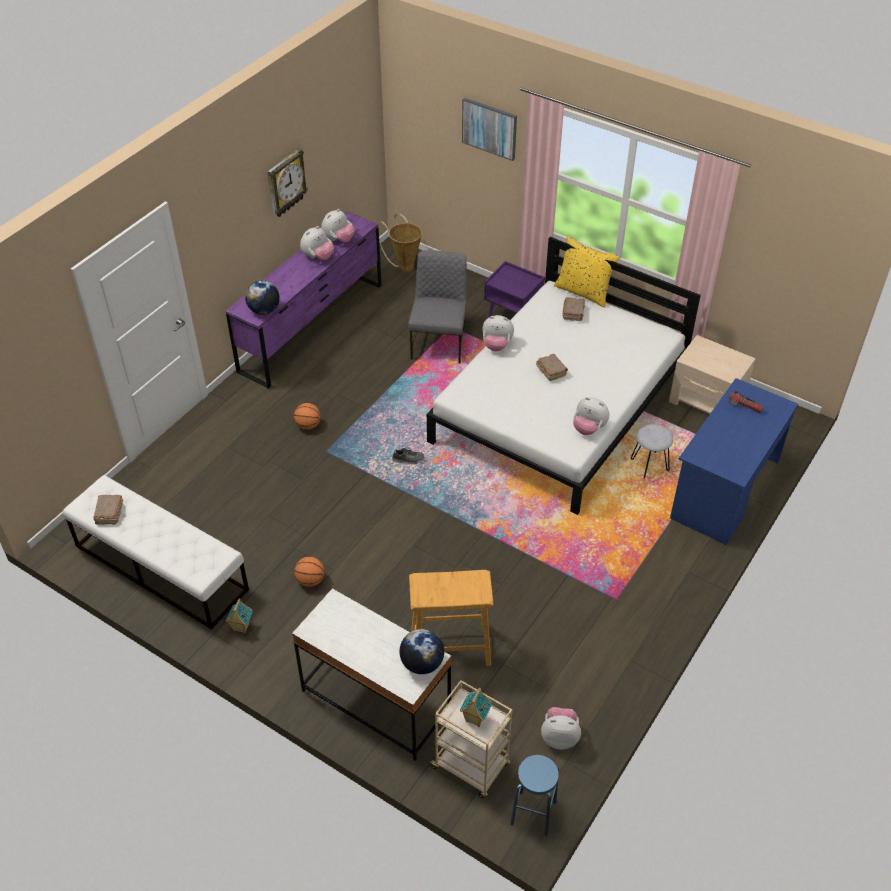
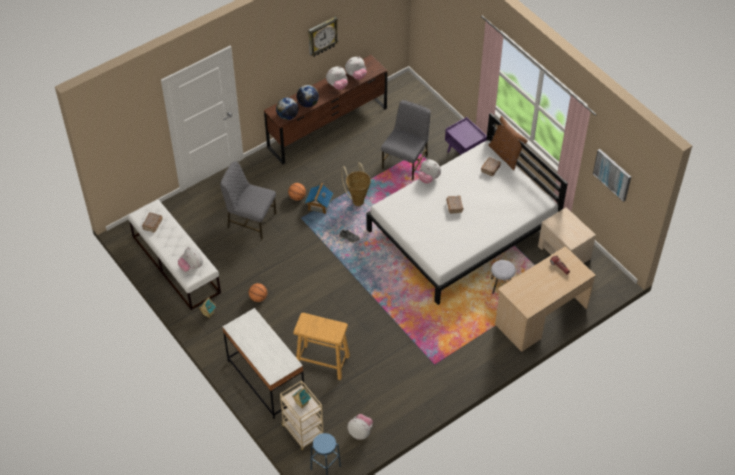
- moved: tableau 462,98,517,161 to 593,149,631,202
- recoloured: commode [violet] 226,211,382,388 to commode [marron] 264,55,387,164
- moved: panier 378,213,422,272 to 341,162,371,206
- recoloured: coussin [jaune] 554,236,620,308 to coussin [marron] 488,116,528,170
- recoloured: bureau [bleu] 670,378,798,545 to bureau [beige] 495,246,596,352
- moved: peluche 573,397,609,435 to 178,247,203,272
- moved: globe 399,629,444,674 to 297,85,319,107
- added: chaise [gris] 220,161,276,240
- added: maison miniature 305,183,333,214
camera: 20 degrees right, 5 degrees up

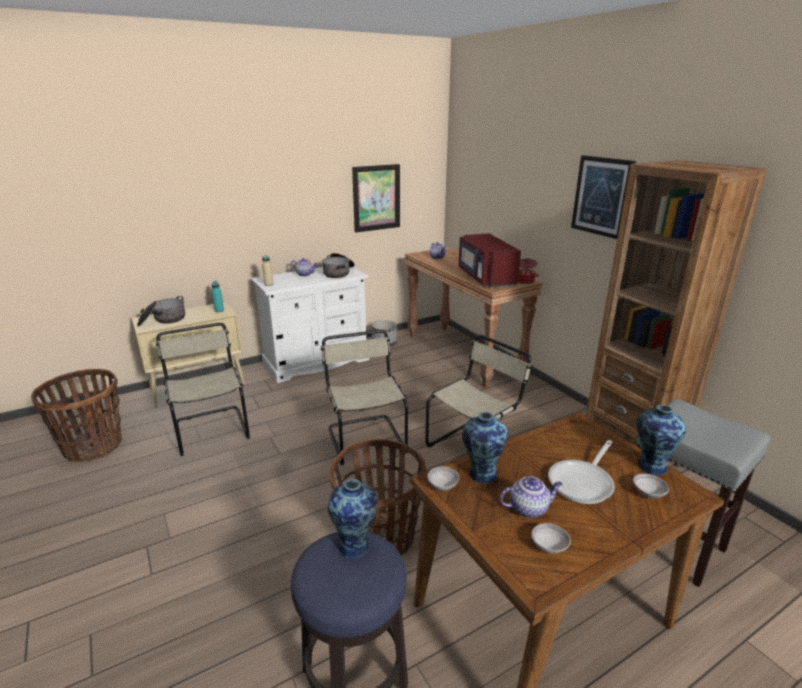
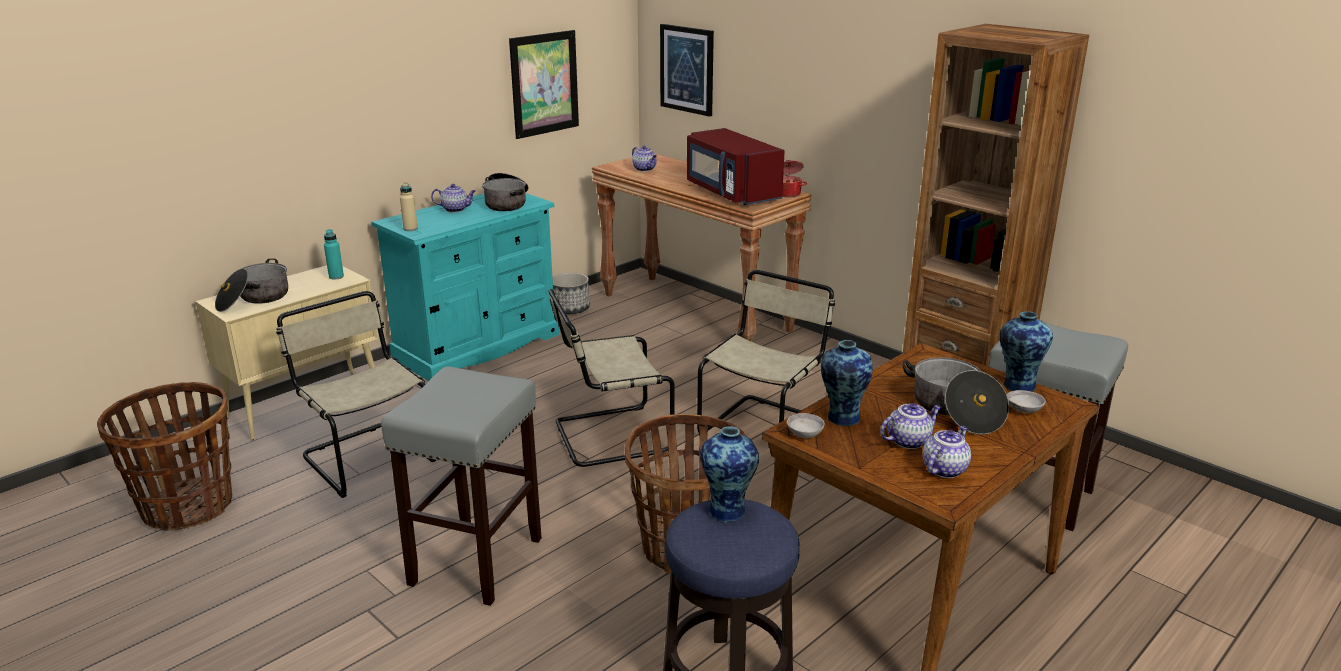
- moved: tableau 571,155,636,239 to 660,24,714,117
- recoloured: commode [blanc] 251,267,369,383 to commode [turquoise] 371,193,559,381
- turned: chaise [beige] 321,330,408,465 = 548,289,675,467 75 degrees counterclockwise
- replaced: poêle 548,440,615,504 to marmite 902,357,1009,435
- replaced: bol [gris] 531,523,571,554 to théière 923,426,971,478
- added: tabouret [gris] 381,366,542,606
camera: 15 degrees left, 0 degrees up

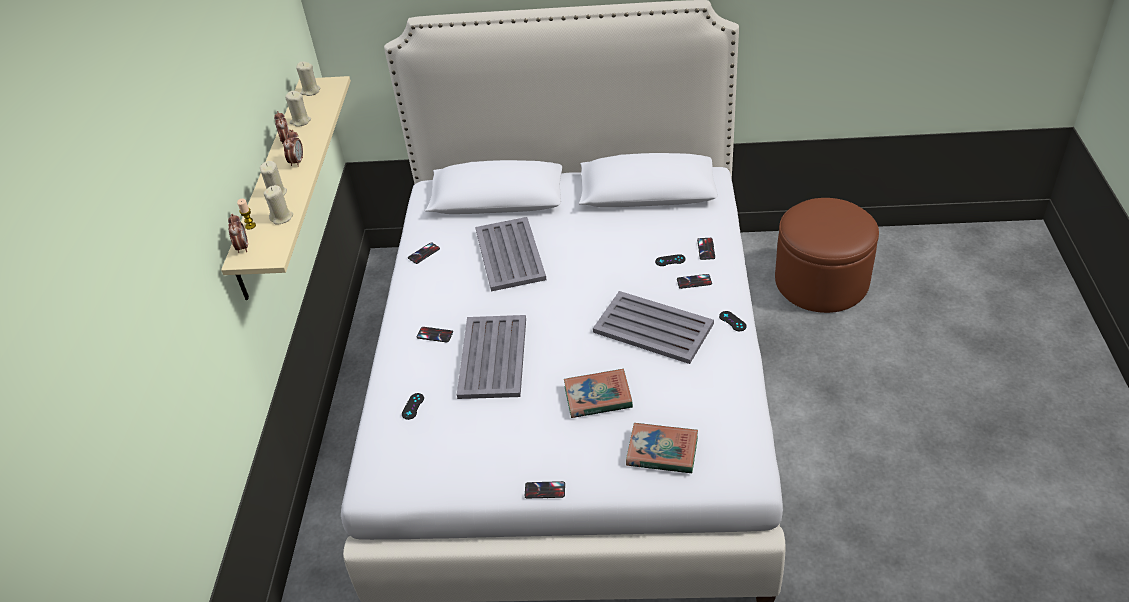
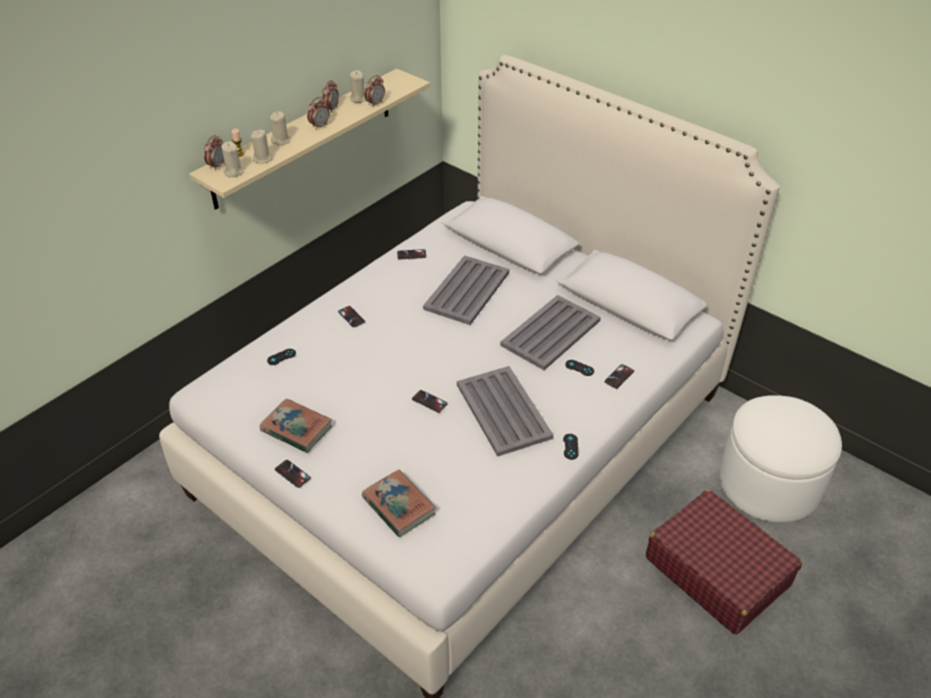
- moved: bougie [beige] 296,62,320,96 to 221,141,244,177
- recoloured: pouf [marron] 775,198,879,313 to pouf [blanc] 720,395,842,522
- moved: téléphone 677,274,712,289 to 412,390,448,413
- moved: plateau [gris] 457,315,526,399 to 500,295,601,370
- moved: livre 564,369,633,418 to 260,398,332,453
- added: réveil 365,75,385,106
- added: valise [rouge] 646,490,802,635
camera: 35 degrees right, 0 degrees up

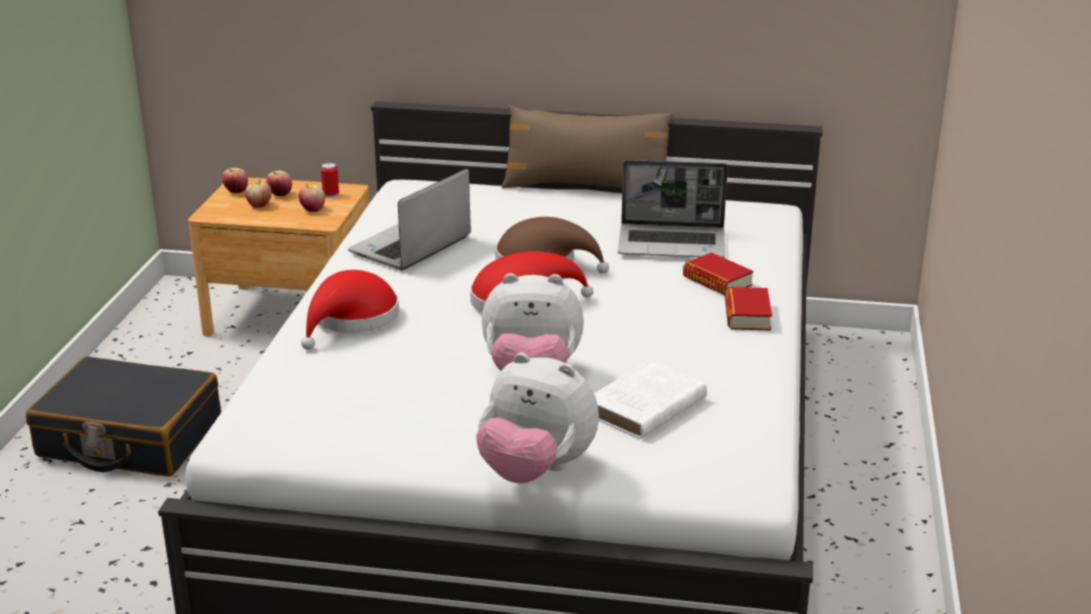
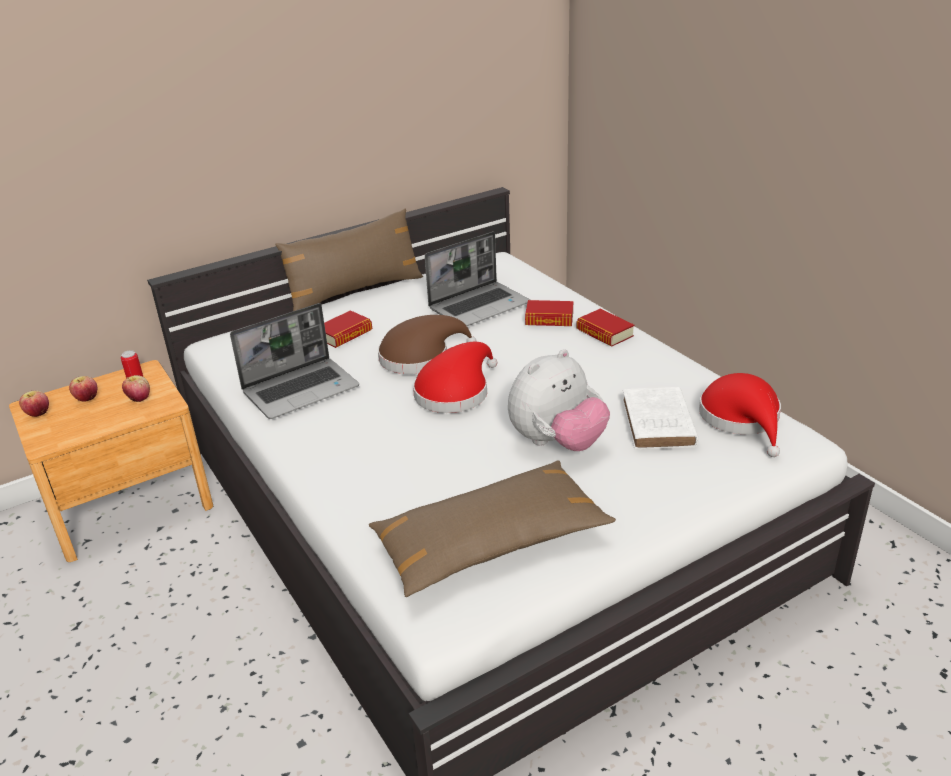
- turned: ordinateur portable 348,169,471,270 = 230,303,359,419 120 degrees counterclockwise
- removed: pomme 245,179,272,208
- moved: chapeau [rouge] 301,270,399,350 to 699,373,781,457
- removed: peluche 476,353,599,484
- removed: valise [noir] 26,356,221,477
- added: livre 324,310,372,348
- added: coussin [marron] 369,460,616,597
camera: 40 degrees left, 5 degrees up

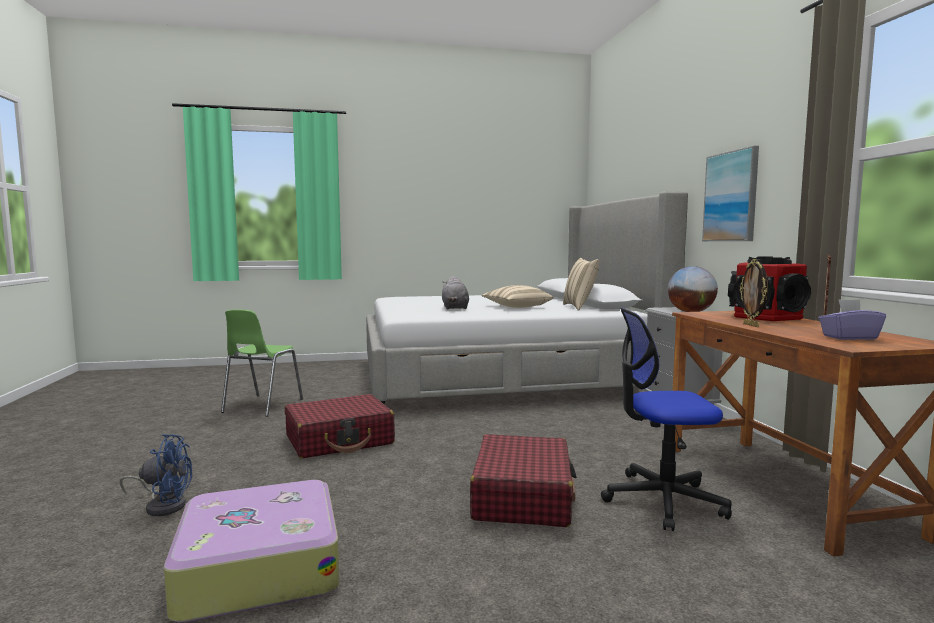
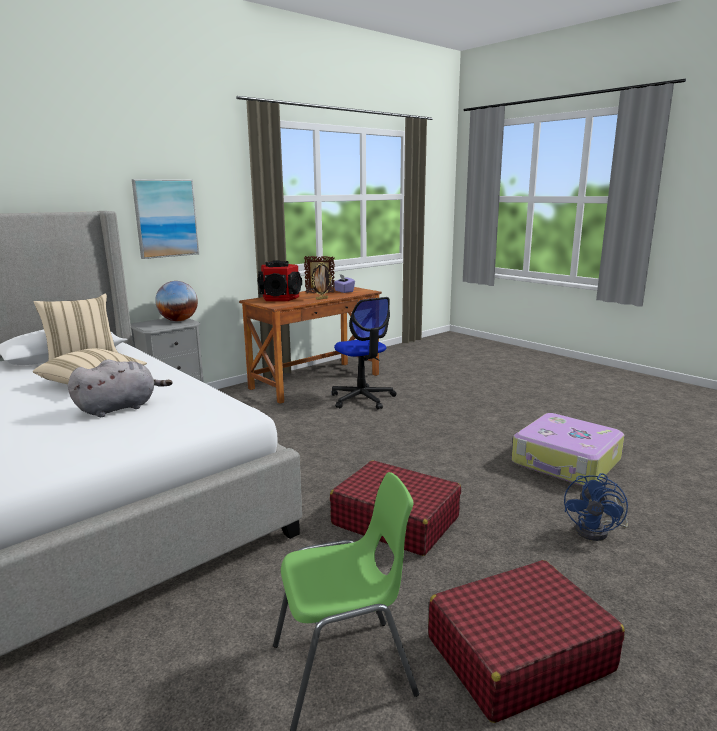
- turned: ventilateur [bleu] 120,434,192,516 = 564,473,628,541 120 degrees counterclockwise
- moved: valise [rouge] 470,434,577,527 to 428,560,625,723
camera: 120 degrees left, 10 degrees up

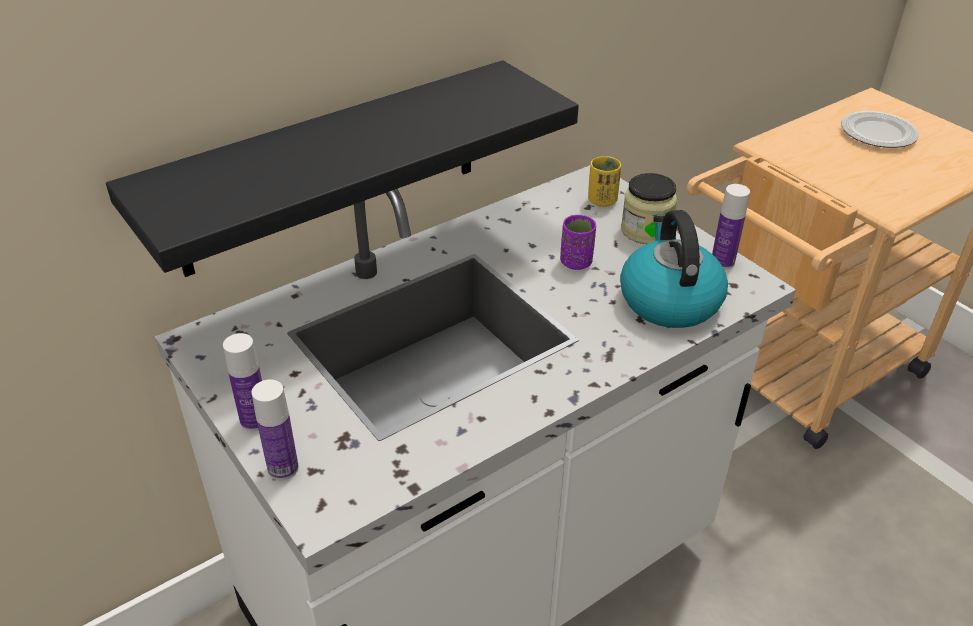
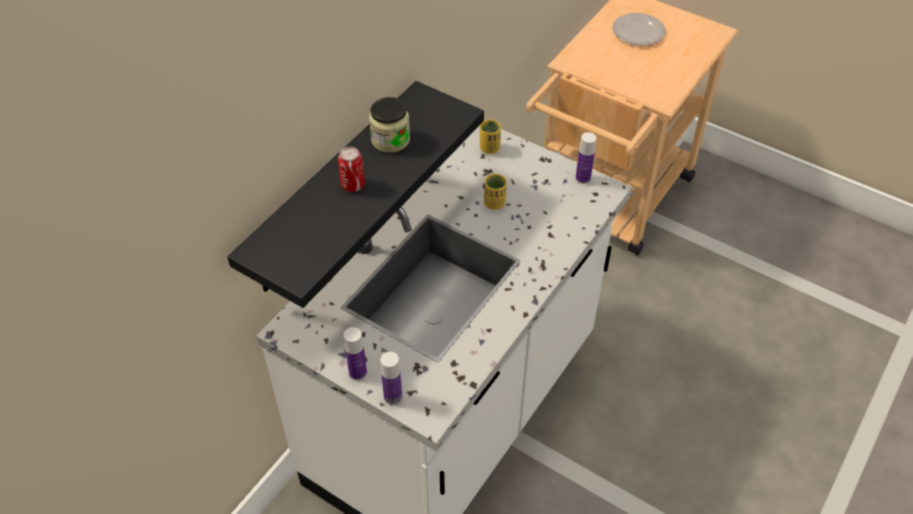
- moved: bocal 621,173,677,244 to 369,97,410,153
- removed: bouilloire 620,210,728,328
- recoloured: tasse [violet] 560,215,596,270 to tasse [jaune] 484,174,507,210
- added: boîte métallique 338,147,365,192
camera: 20 degrees left, 10 degrees up

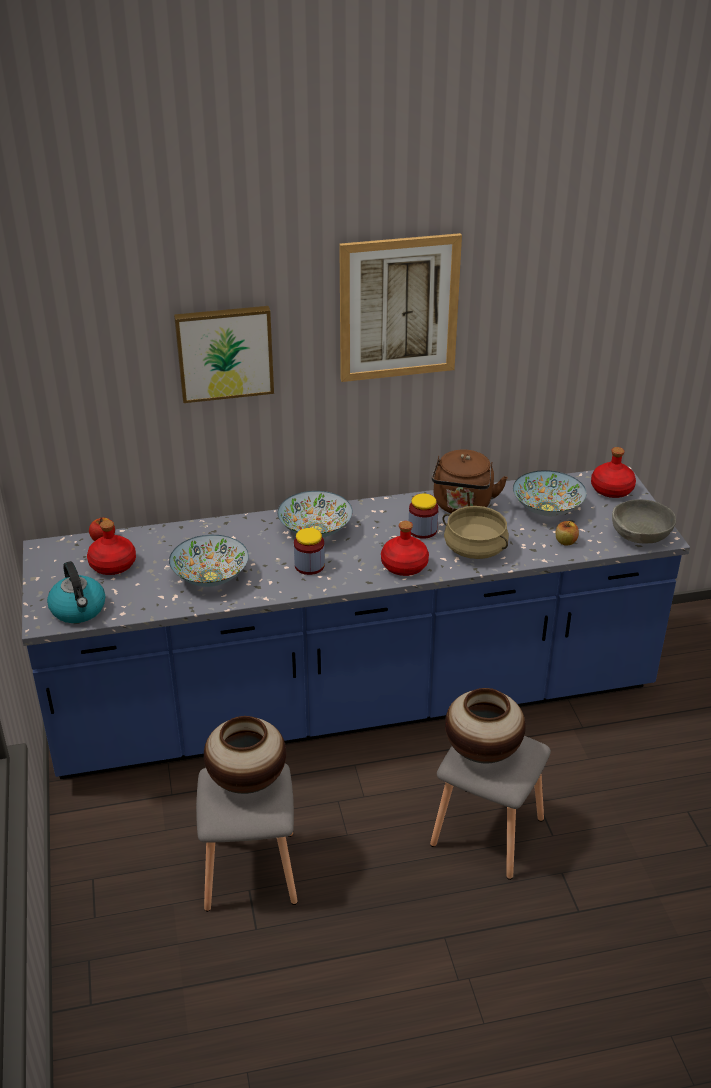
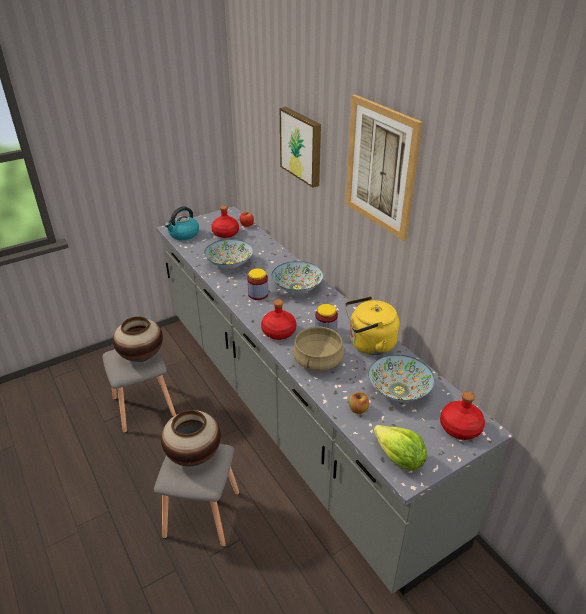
- recoloured: bouilloire [marron] 432,449,508,513 to bouilloire [jaune] 345,296,400,355
- recoloured: comptoir de cuisine [bleu] 22,466,690,779 to comptoir de cuisine [gris] 156,206,513,595
- replaced: bol [gris] 612,499,676,543 to laitue 373,425,427,470
camera: 70 degrees right, 0 degrees up

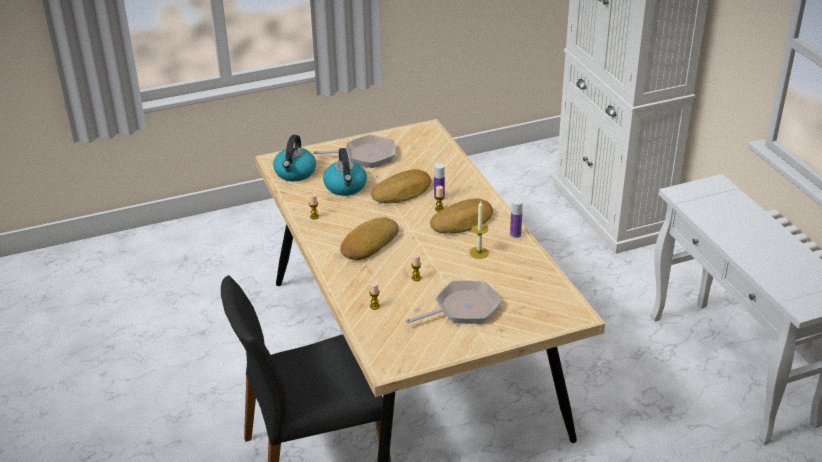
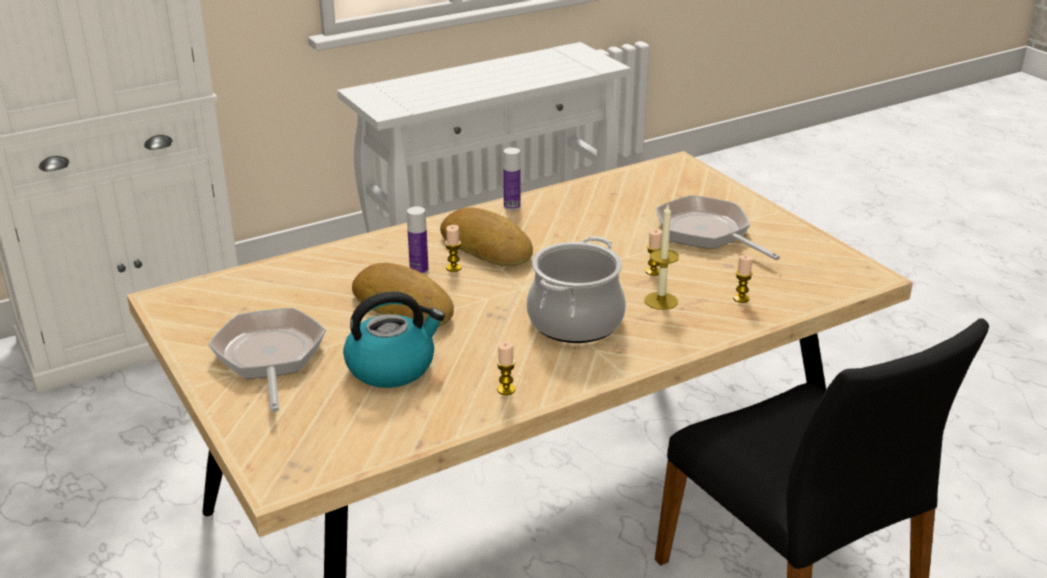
- removed: bouilloire 273,135,316,181
- moved: bougie 469,201,489,259 to 645,205,679,310
- replaced: pain 340,217,399,260 to marmite 527,236,626,343
camera: 100 degrees left, 5 degrees down

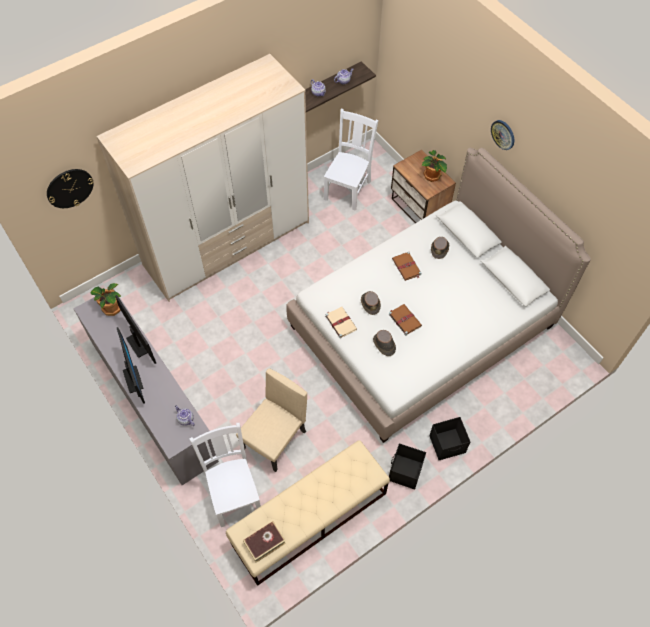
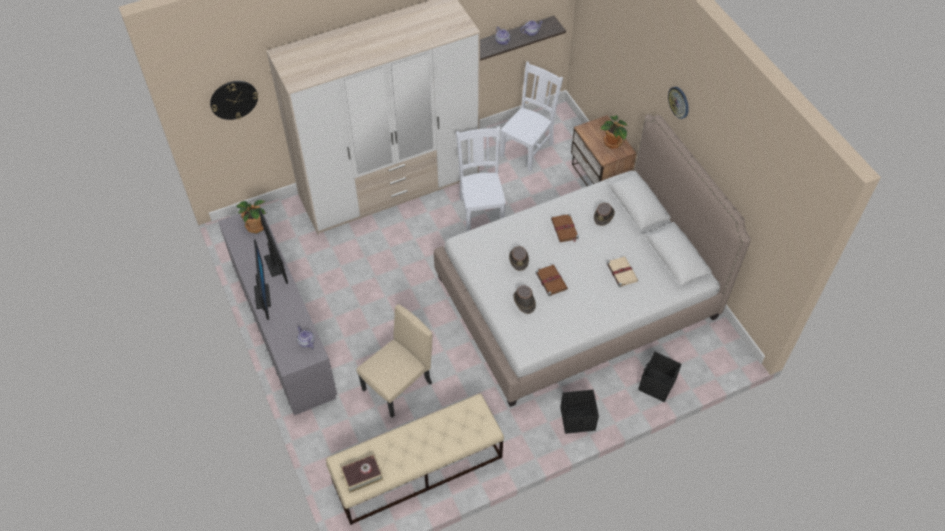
- moved: livre [beige] 325,307,357,338 to 607,256,639,287
- moved: chaise [blanc] 189,423,261,527 to 456,126,506,232
- moved: boîte de rangement [noir] 389,443,426,490 to 638,352,681,402
camera: 10 degrees right, 5 degrees down

